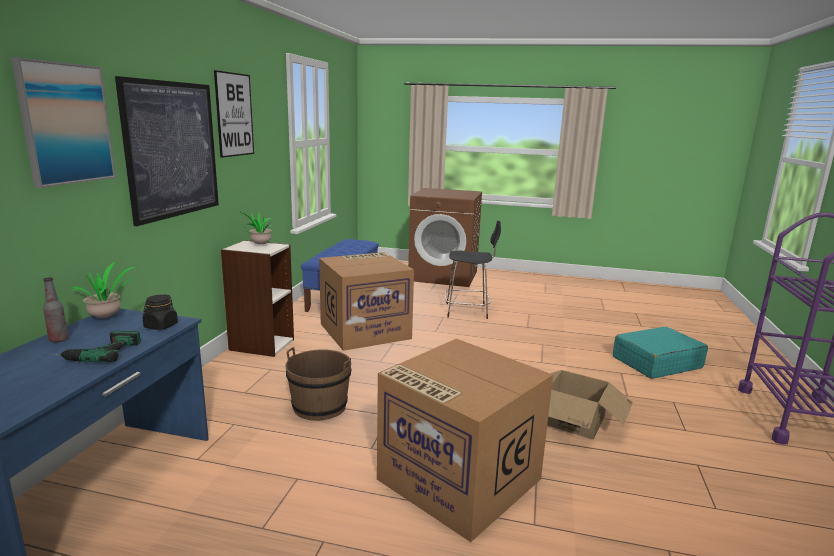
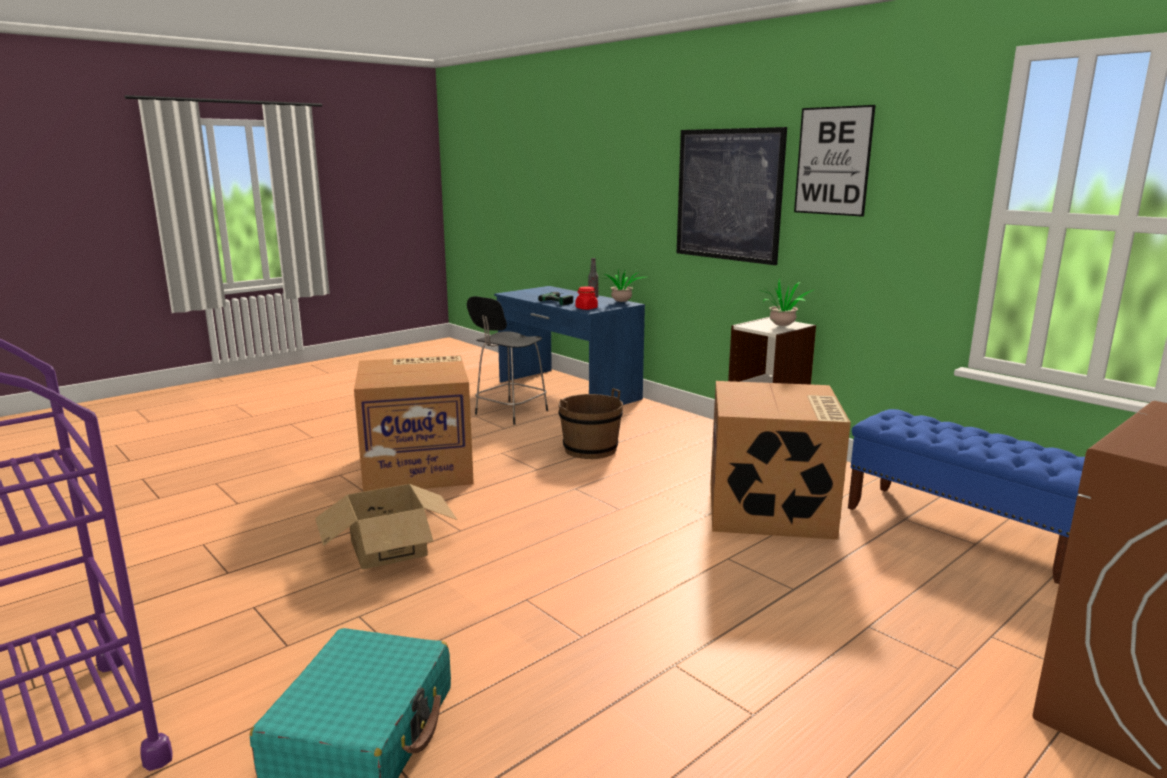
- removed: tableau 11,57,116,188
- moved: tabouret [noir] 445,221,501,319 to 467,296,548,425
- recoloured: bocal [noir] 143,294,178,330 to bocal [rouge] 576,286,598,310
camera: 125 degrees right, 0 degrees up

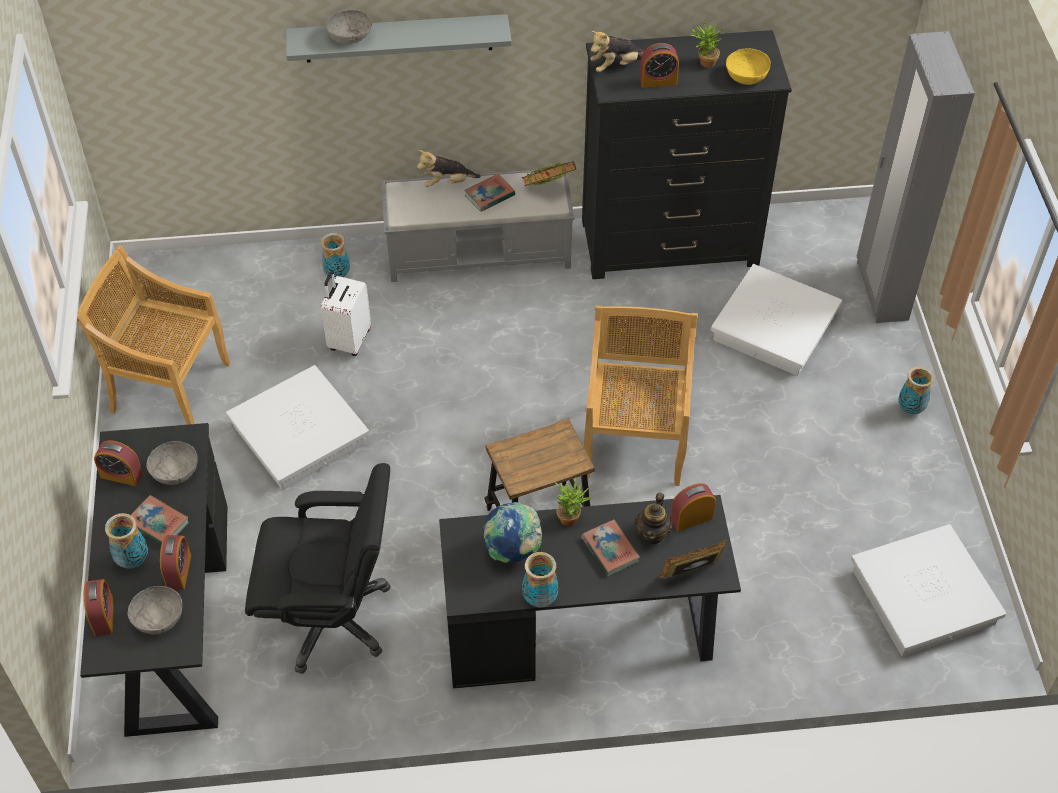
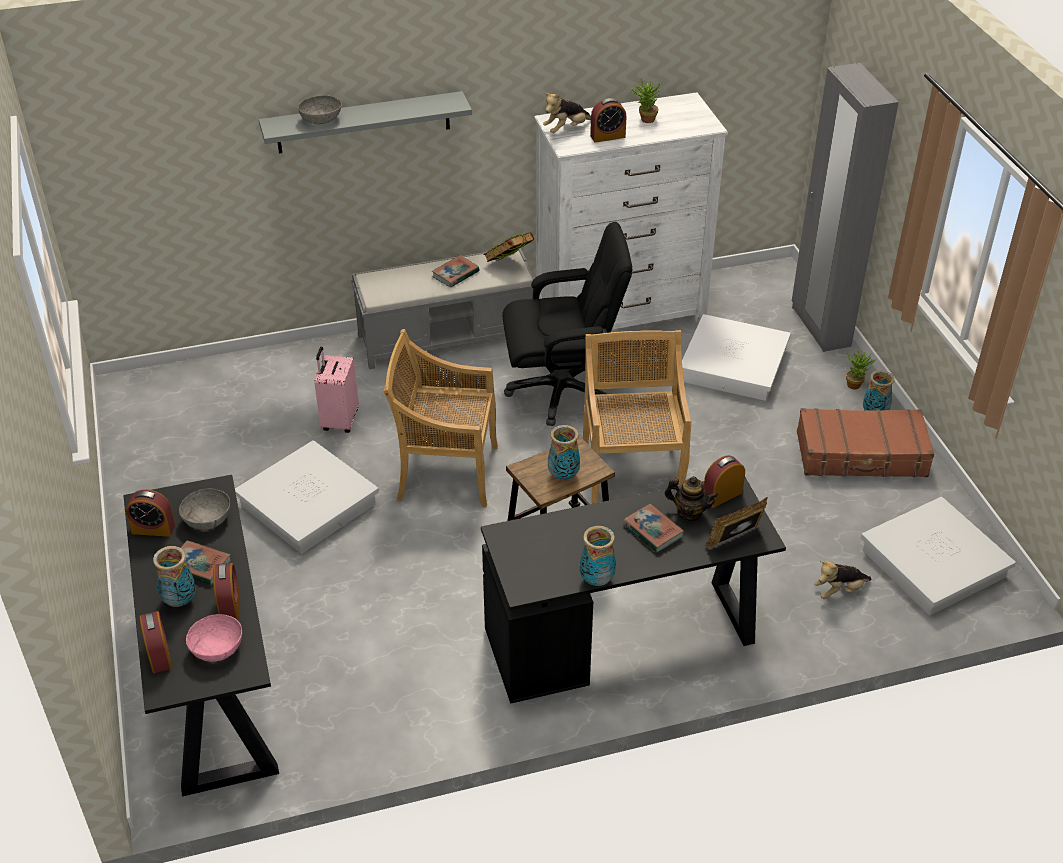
- recoloured: commode [noir] 582,30,792,279 to commode [blanc] 534,92,728,329
- removed: bol [jaune] 726,48,771,85
- moved: peluche 417,150,481,187 to 814,561,872,599
- moved: vase 321,233,350,279 to 548,425,580,481
- moved: chaise [beige] 77,245,231,425 to 384,329,498,508
- recoloured: valise [blanc] 321,271,371,356 to valise [rose] 314,347,359,433
- moved: chaise de bureau [noir] 245,463,391,674 to 502,222,632,426
- moved: plante en pot 555,478,592,526 to 846,350,876,389
- turned: théière 635,493,673,545 = 665,476,719,521 75 degrees counterclockwise
- removed: globe 483,502,542,563
- recoloured: bol [gris] 128,586,182,634 to bol [rose] 186,614,242,662
- added: valise [marron] 797,408,935,477
camera: 10 degrees left, 10 degrees down

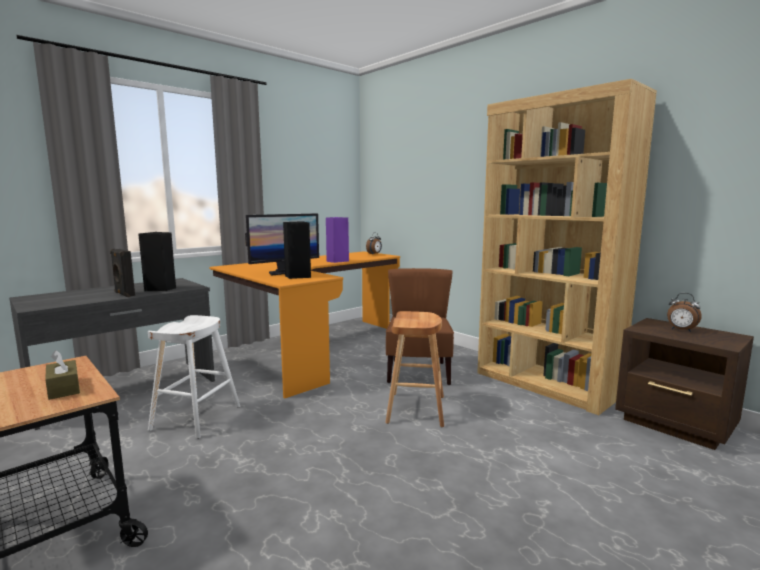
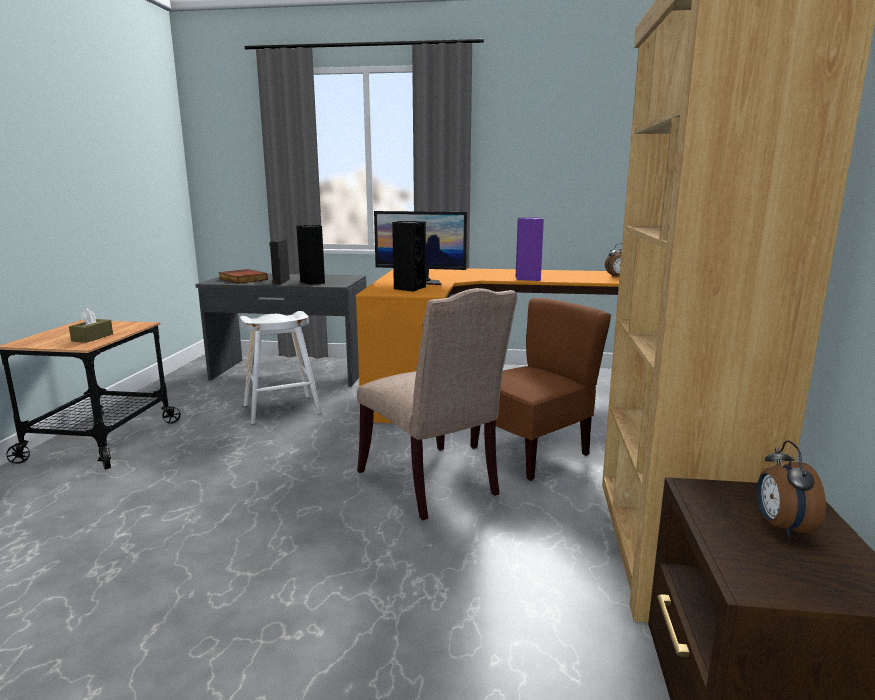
- replaced: tabouret [marron] 385,311,444,427 to chaise [beige] 357,288,517,520
- added: livre 218,269,268,284
camera: 50 degrees right, 5 degrees up

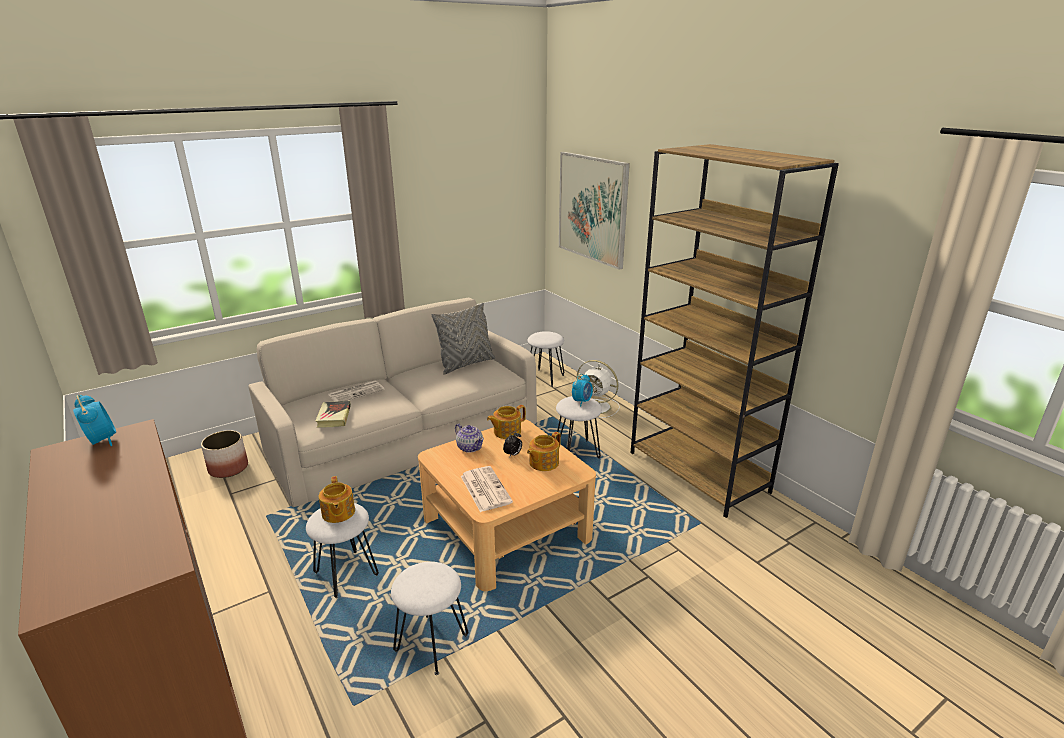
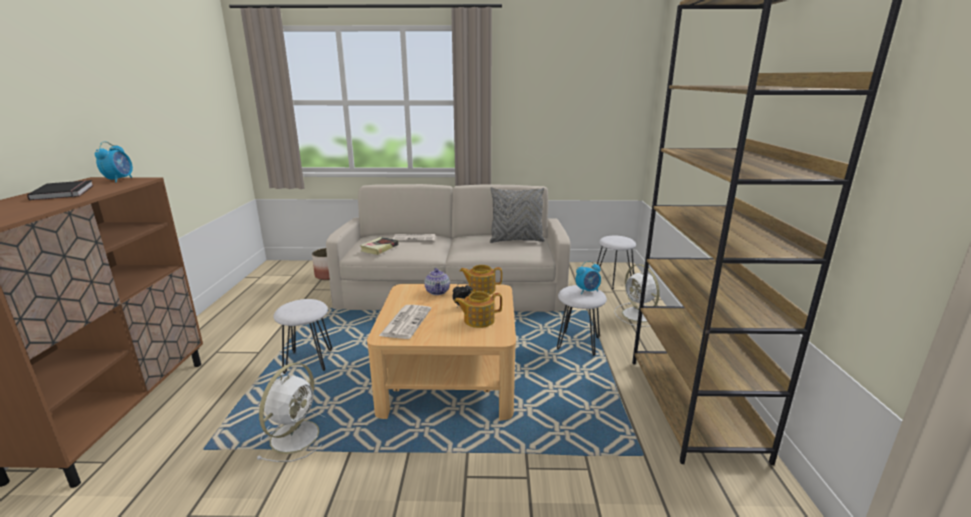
- removed: tableau 559,152,630,270
- removed: théière 319,476,355,523
- replaced: tabouret [blanc] 391,562,469,675 to ventilateur [blanc] 257,363,325,462
- added: livre [noir] 27,180,94,200
camera: 35 degrees right, 5 degrees down

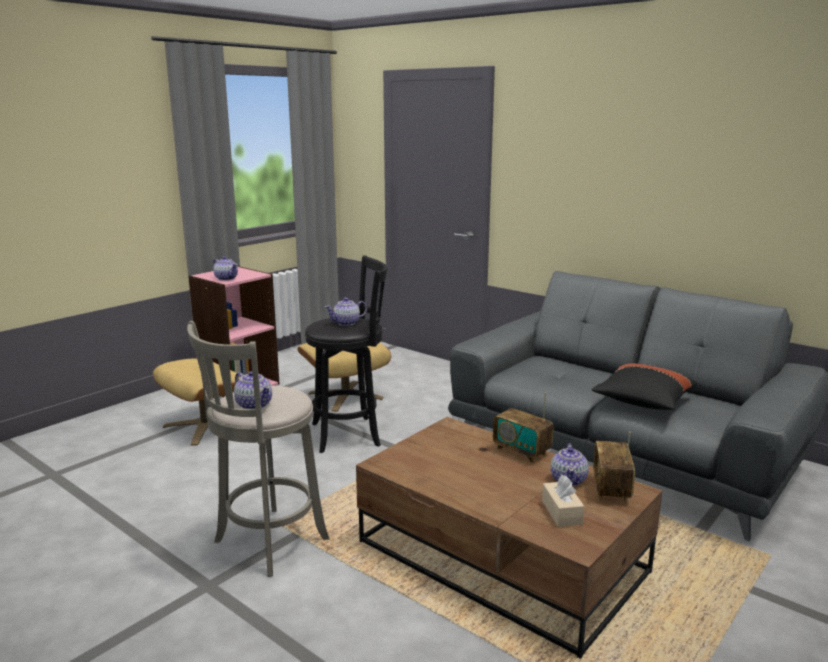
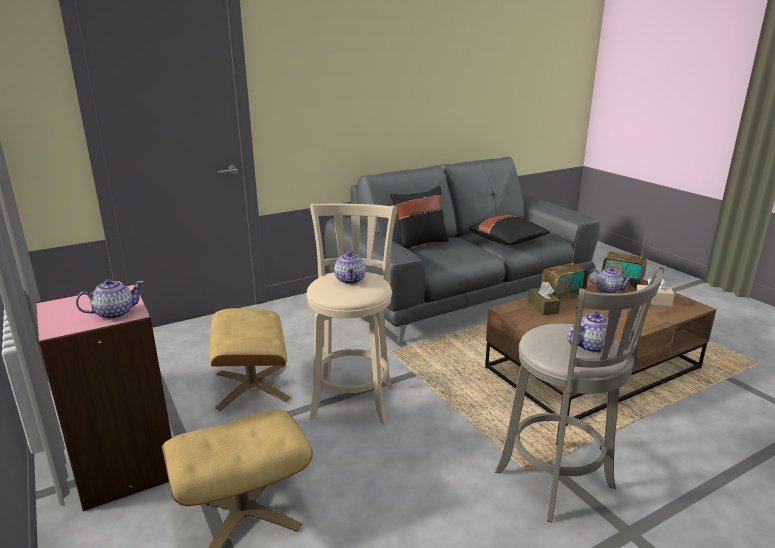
- recoloured: tabouret [noir] 305,255,388,453 to tabouret [beige] 306,203,397,425
- added: coussin [noir] 390,186,449,249
- added: boîte à mouchoirs [marron] 528,282,560,315
camera: 70 degrees left, 5 degrees up

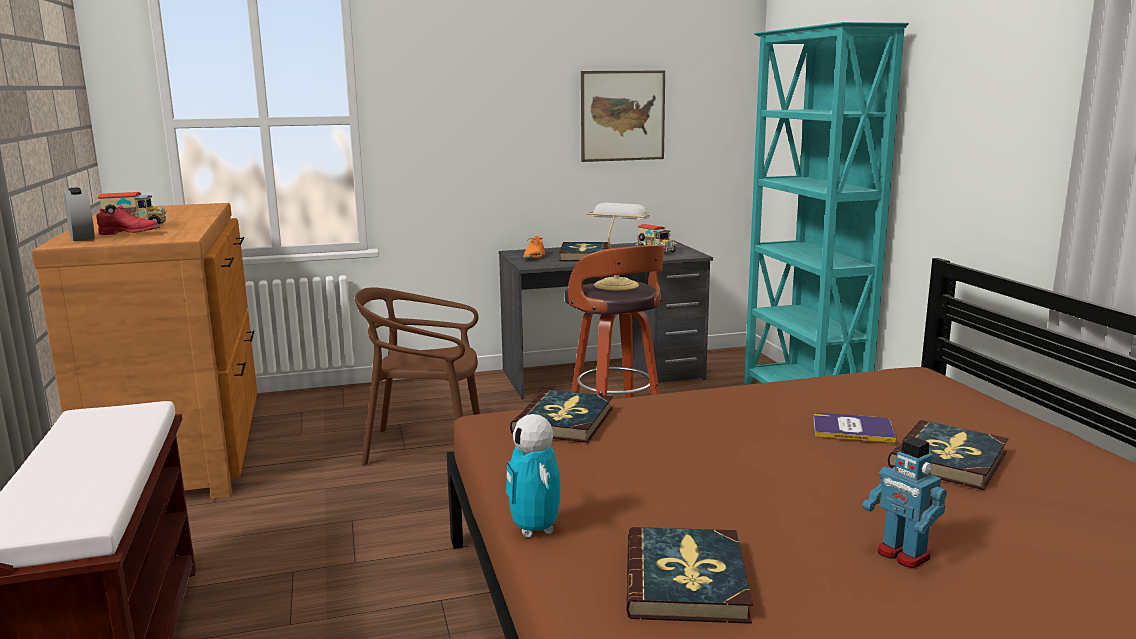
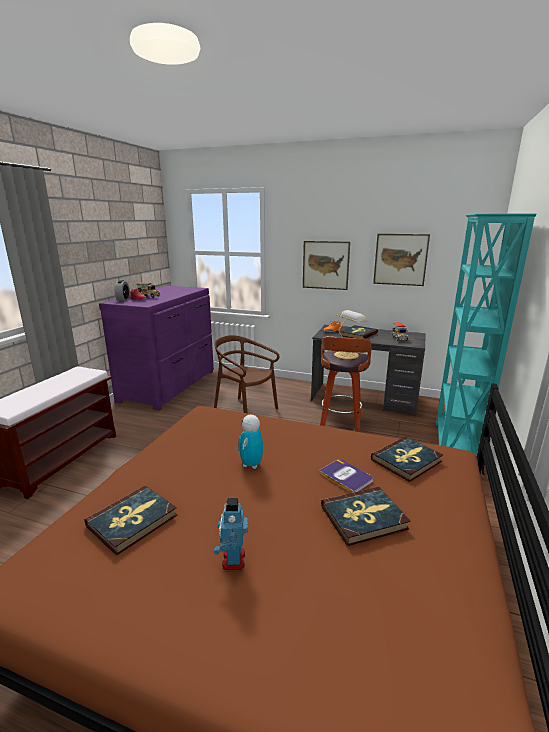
- recoloured: commode [marron] 31,203,257,499 to commode [violet] 99,286,214,411
- moved: livre 510,389,613,443 to 371,437,443,482
- moved: robot jouet 506,414,560,538 to 238,415,263,469
- added: tableau 303,241,350,290
camera: 35 degrees right, 5 degrees up

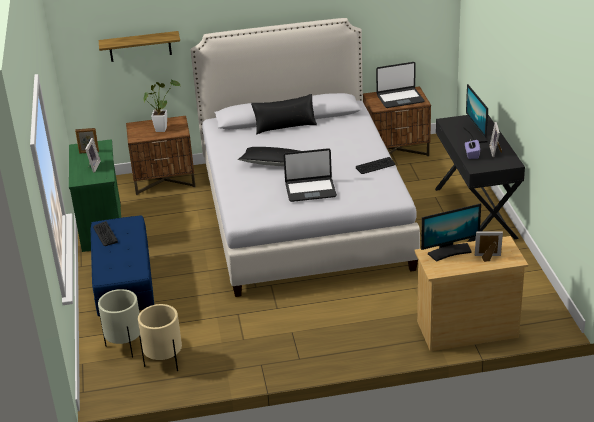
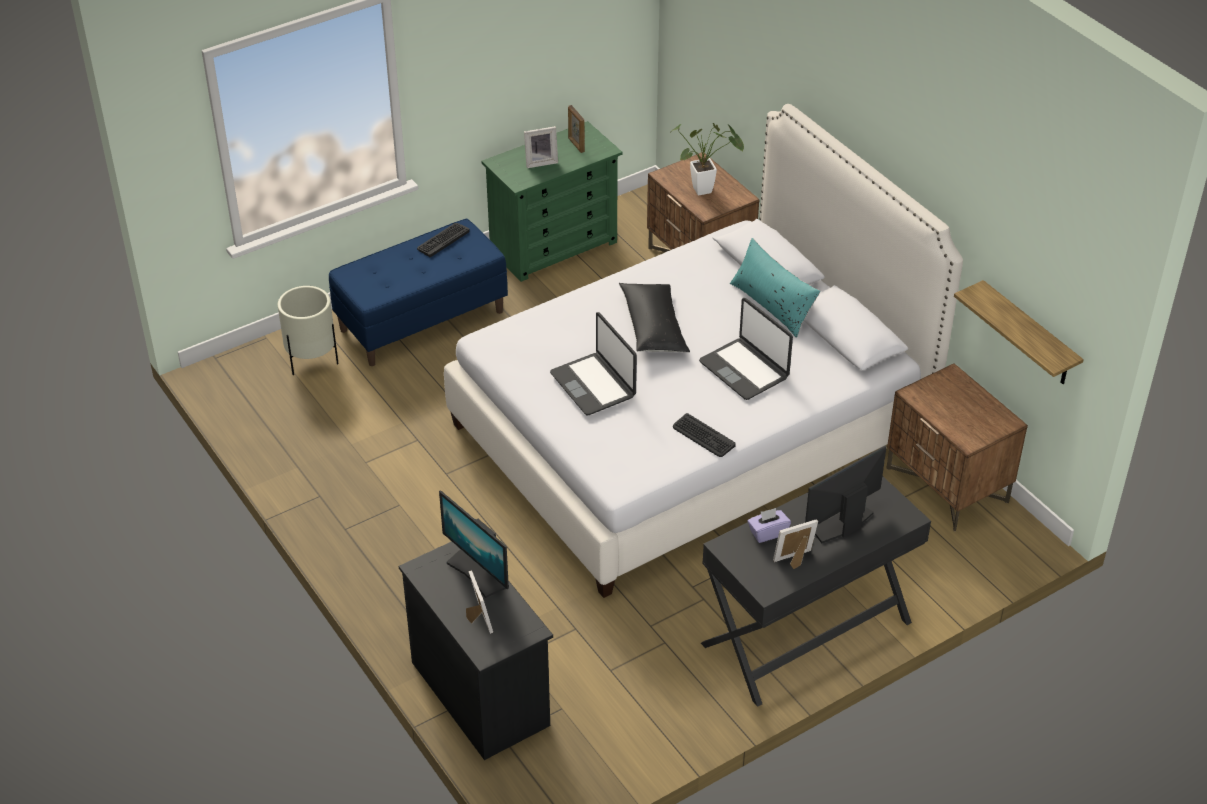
- moved: étagère 99,31,180,62 to 954,280,1084,384
- moved: ordinateur portable 376,62,425,108 to 699,298,793,400
- recoloured: coussin [noir] 251,94,317,134 to coussin [turquoise] 730,238,820,338
- recoloured: commode [beige] 415,236,528,351 to commode [noir] 399,541,553,760
- removed: cache-pot [beige] 138,304,182,371
camera: 65 degrees right, 10 degrees up

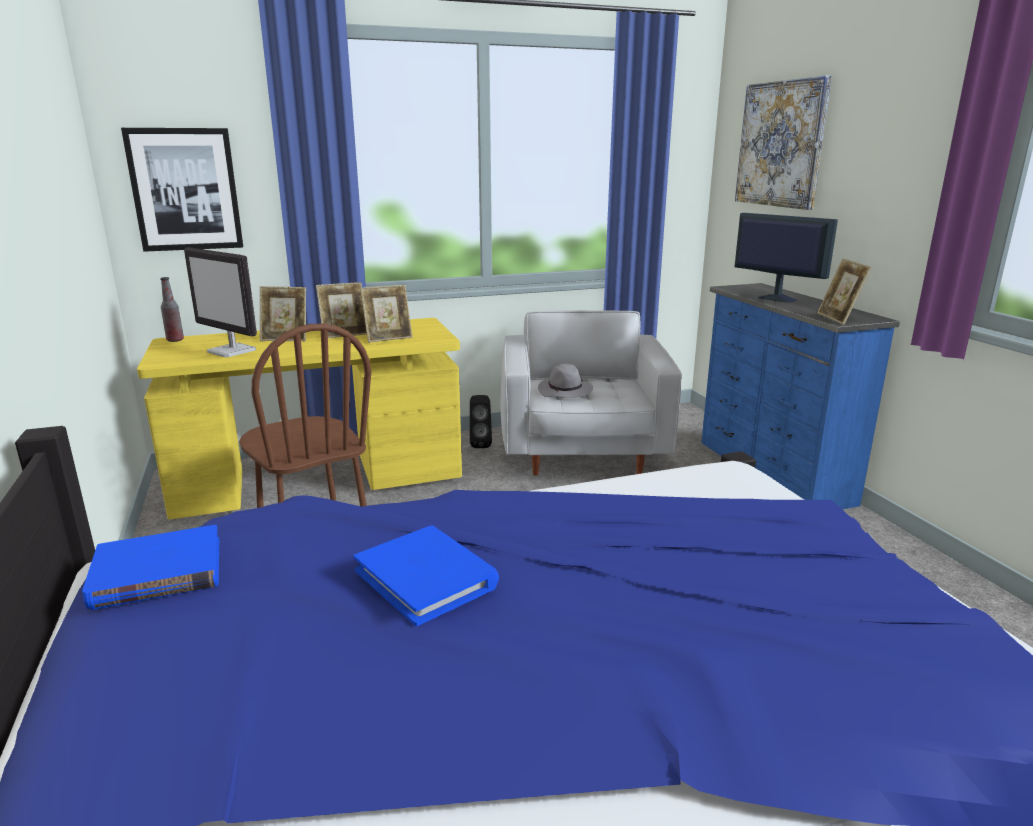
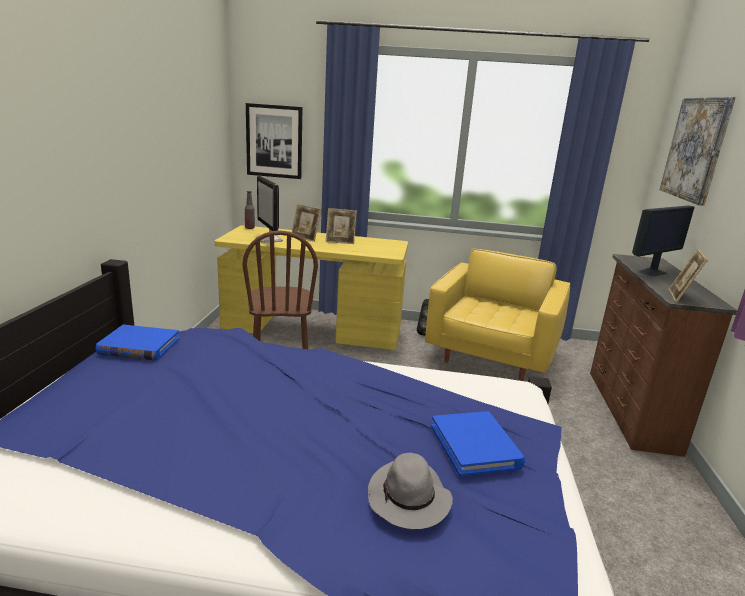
- turned: écran d'ordinateur 735,213,838,303 = 632,205,694,276 75 degrees clockwise
- recoloured: commode [bleu] 701,283,900,510 to commode [marron] 590,254,737,457
- removed: cadre photo 360,285,413,343
- recoloured: fauteuil [blanc] 500,310,682,476 to fauteuil [jaune] 425,249,570,381
- moved: chapeau [gris] 538,364,593,398 to 368,453,453,529
- moved: livre [bleu] 354,525,499,626 to 431,411,525,476
camera: 25 degrees right, 0 degrees up

